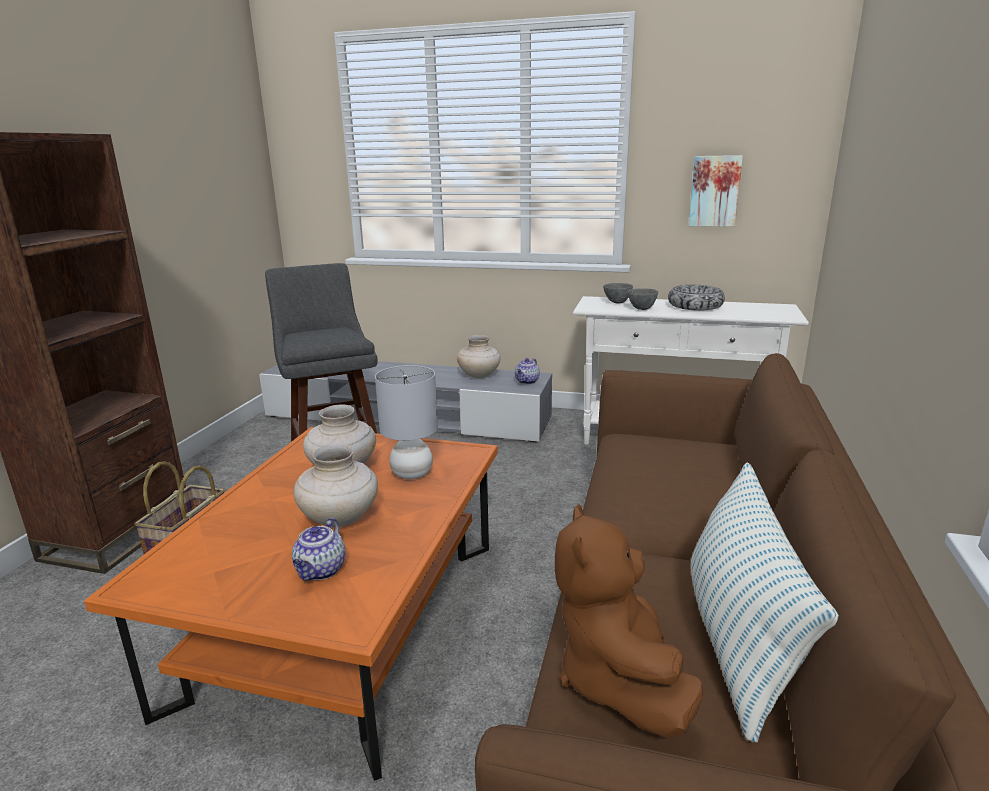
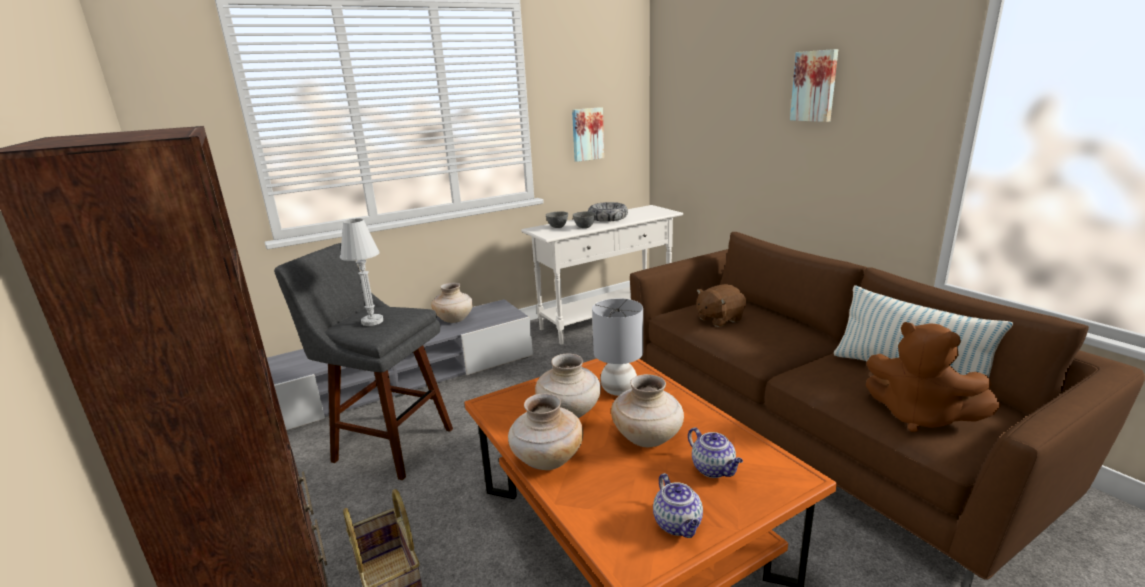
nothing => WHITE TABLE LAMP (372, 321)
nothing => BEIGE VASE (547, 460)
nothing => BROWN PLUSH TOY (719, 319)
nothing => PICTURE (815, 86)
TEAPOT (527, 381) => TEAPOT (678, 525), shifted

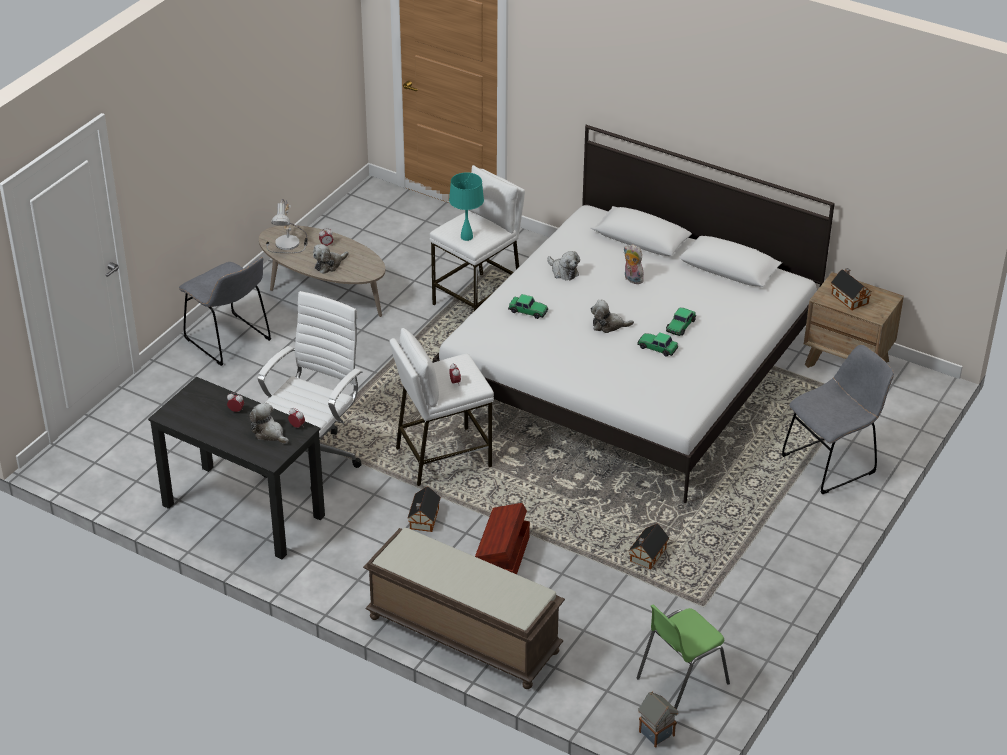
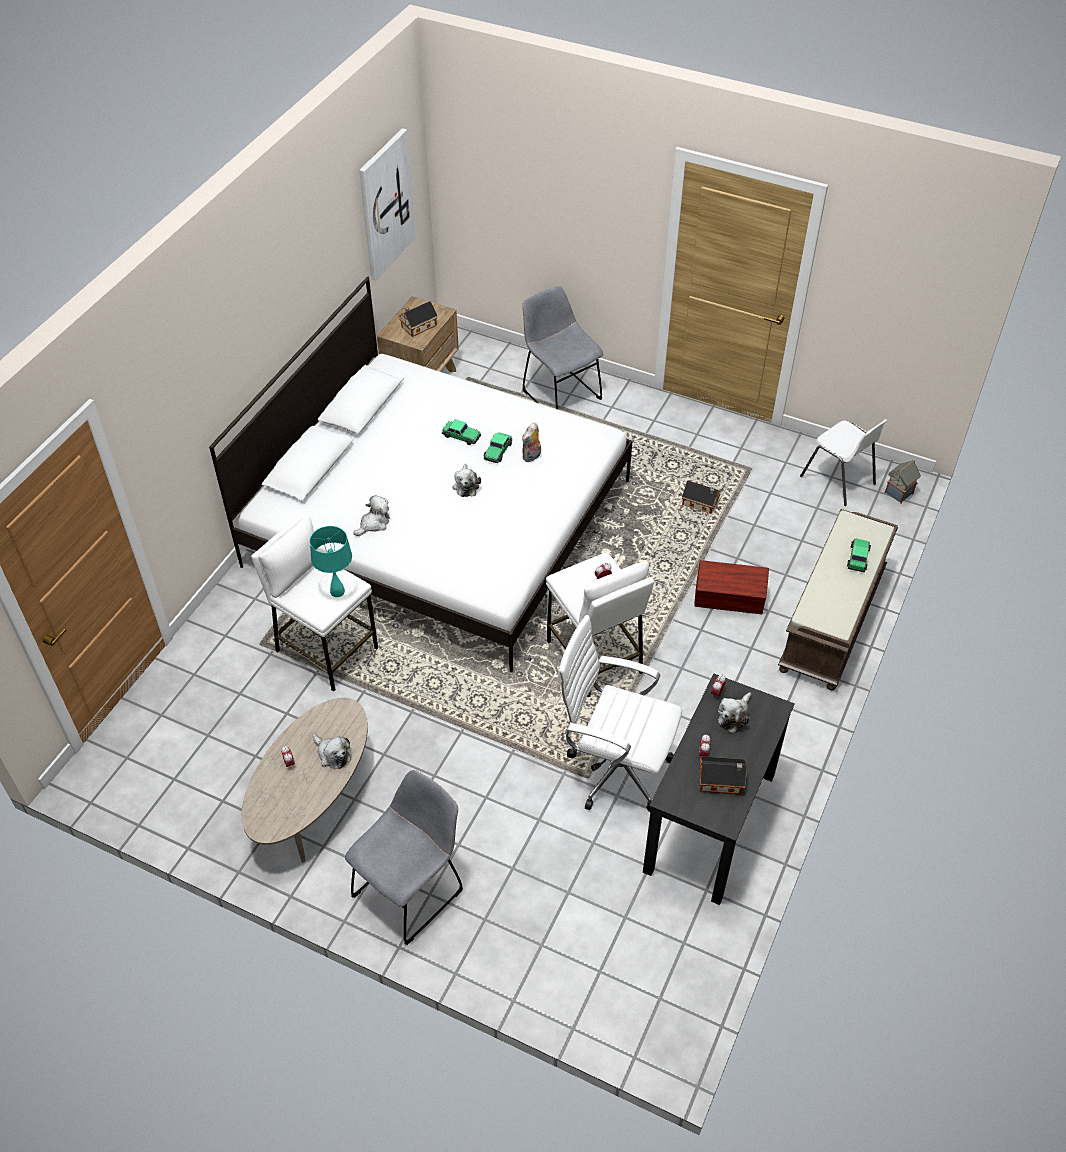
TABLE LAMP (289, 244) => nothing
nothing => PICTURE (385, 204)
TOY HOUSE (423, 520) => TOY HOUSE (722, 781), shifted
TOY CAR (528, 311) => TOY CAR (858, 557), shifted
PLUSH TOY (632, 279) => PLUSH TOY (532, 457), shifted
GREEN CHAIR (681, 680) => WHITE CHAIR (838, 480)

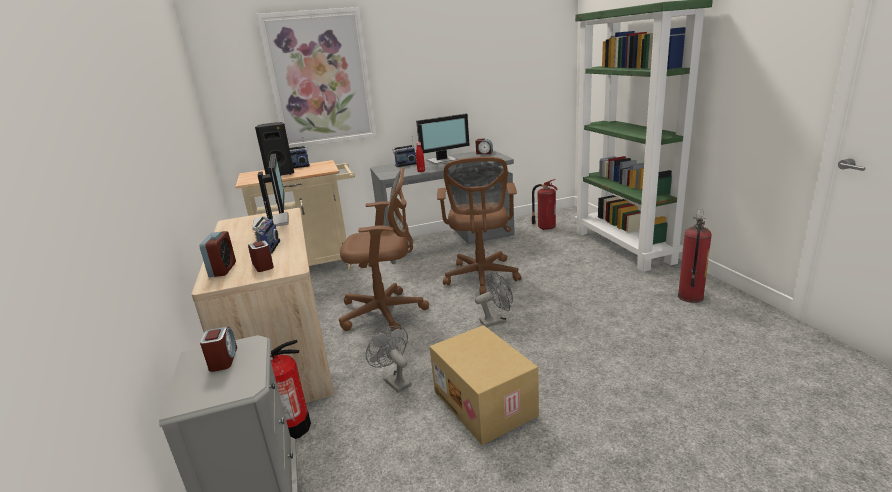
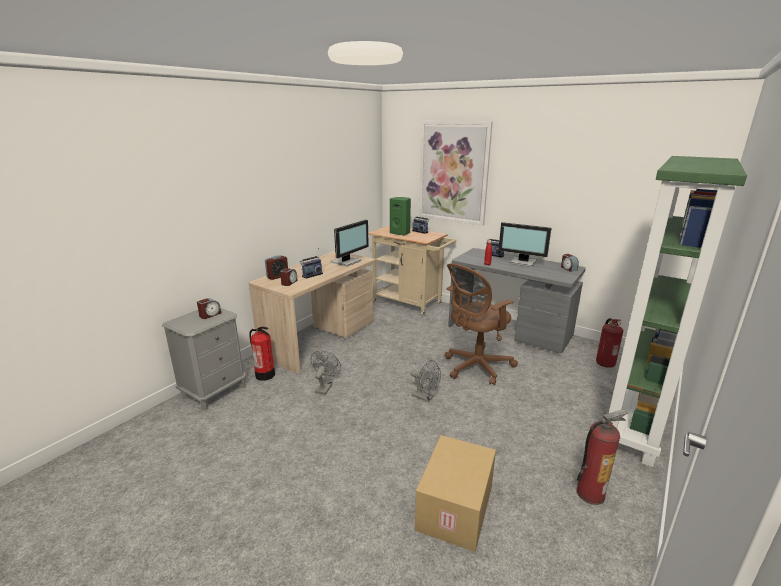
BROWN OFFICE CHAIR (386, 312) => nothing
CARDBOARD BOX (486, 403) => CARDBOARD BOX (456, 509), shifted
BLACK SPEAKER (280, 174) => GREEN SPEAKER (400, 233)

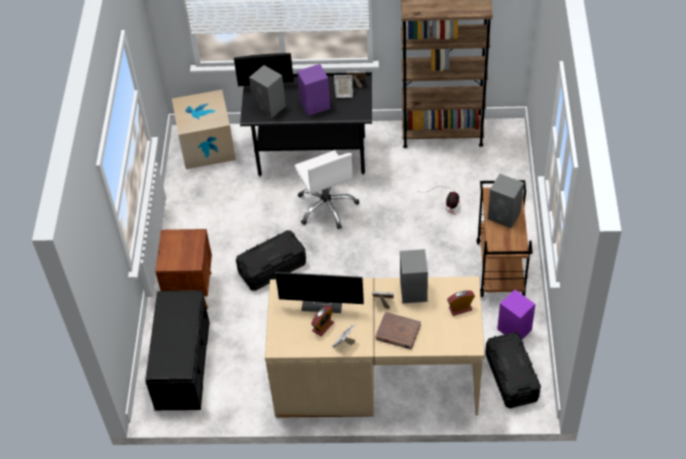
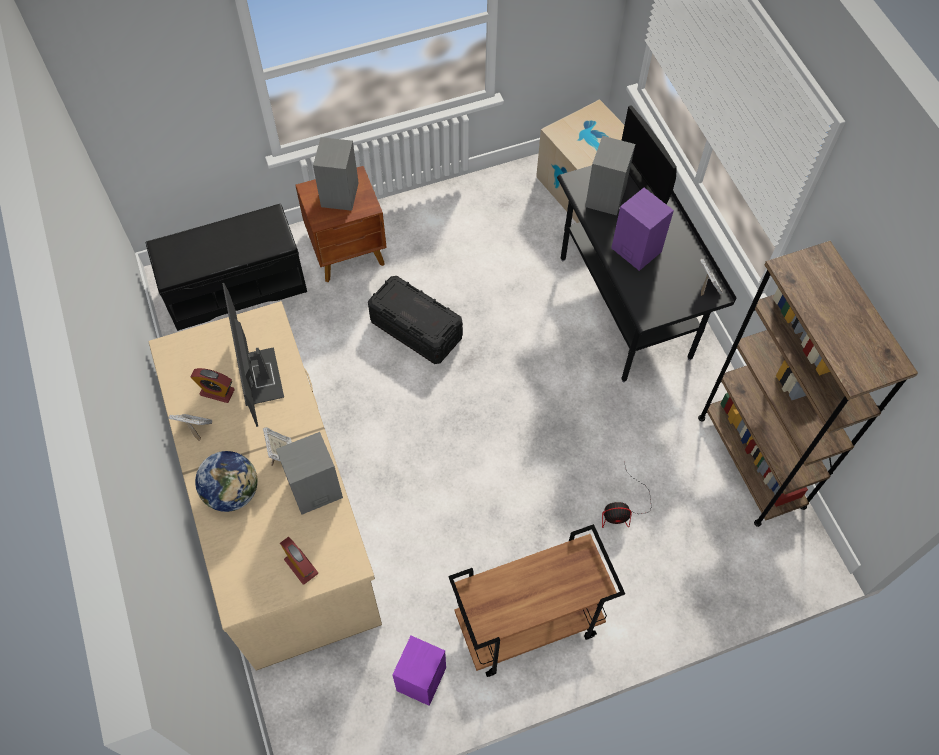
WHITE OFFICE CHAIR (327, 206) => nothing
PICTURE FRAME (343, 94) => nothing
BLACK STORAGE BOX (511, 377) => nothing
GREY SPEAKER (504, 216) => GREY SPEAKER (339, 195), shifted
BROWN BOOK (398, 332) => GLOBE (232, 492)

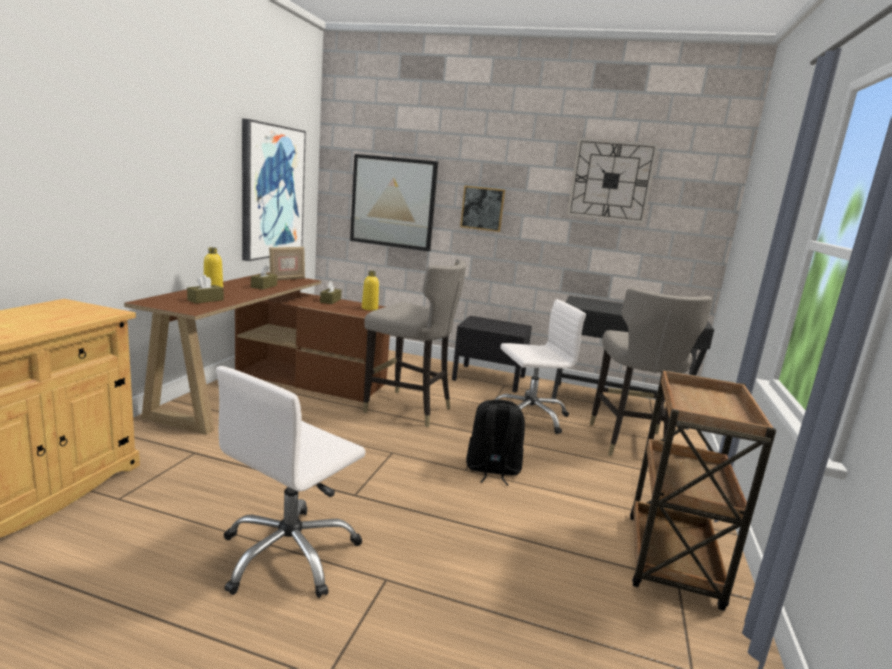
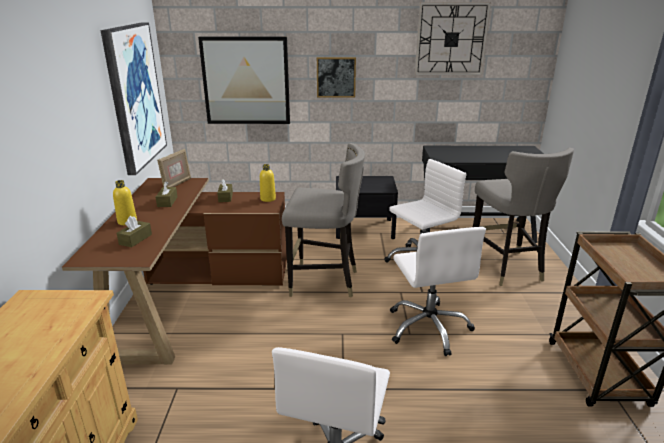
BLACK BACKPACK (492, 470) => WHITE OFFICE CHAIR (429, 327)

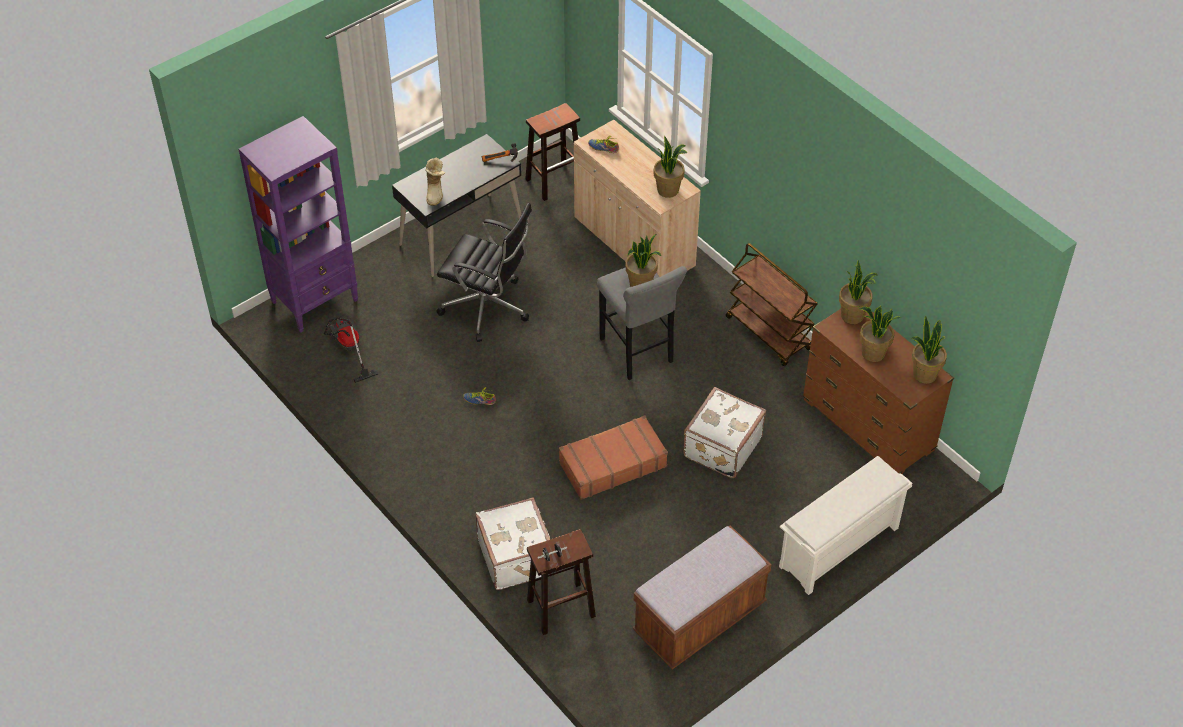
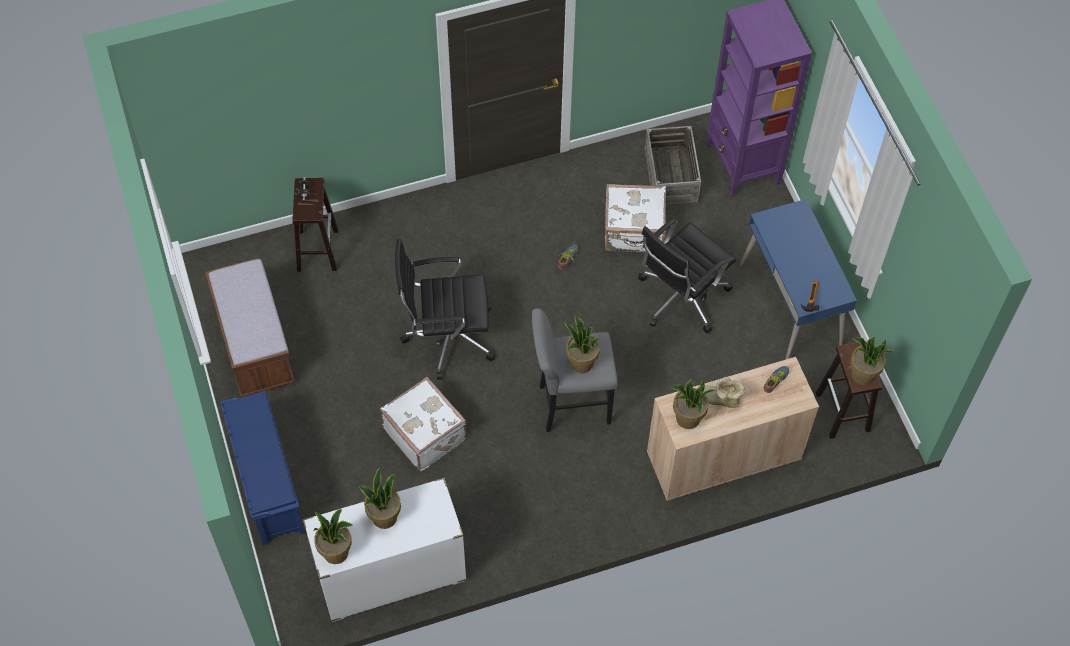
BROWN CART (769, 333) => nothing
BOOT (435, 192) => BOOT (719, 400), shifted
WHITE SUITCASE (517, 556) => WHITE SUITCASE (634, 232), shifted
POTTED PLANT (853, 315) => POTTED PLANT (862, 375), shifted
VACUUM CLEANER (348, 349) => CRATE (671, 175)
BROWN SUITCASE (612, 464) => BLACK OFFICE CHAIR (447, 337)
BLACK DESK (461, 234) => BLUE DESK (790, 304)
WHITE SHOE RACK (838, 548) => BLUE SHOE RACK (267, 484)
BROWN DRESSER (868, 425) => WHITE DRESSER (390, 575)

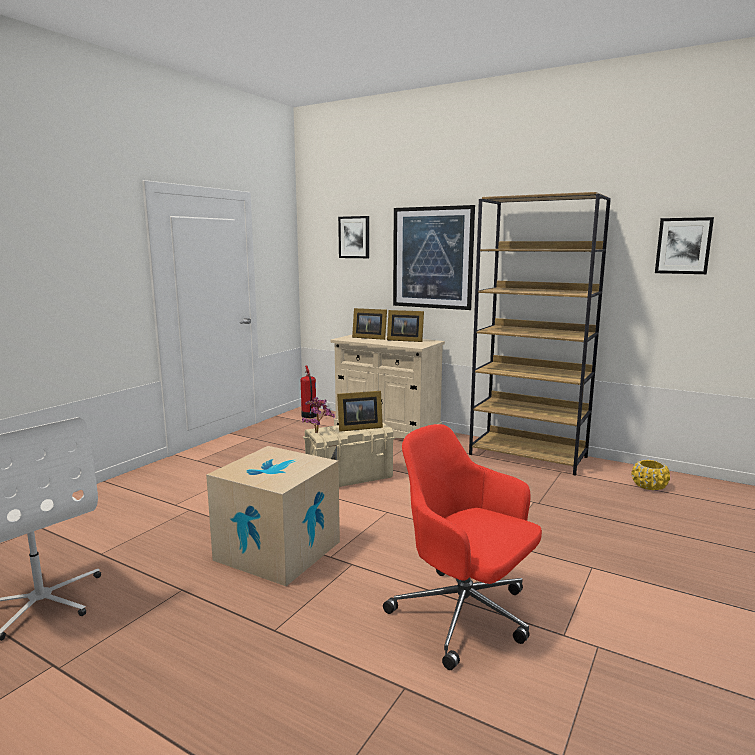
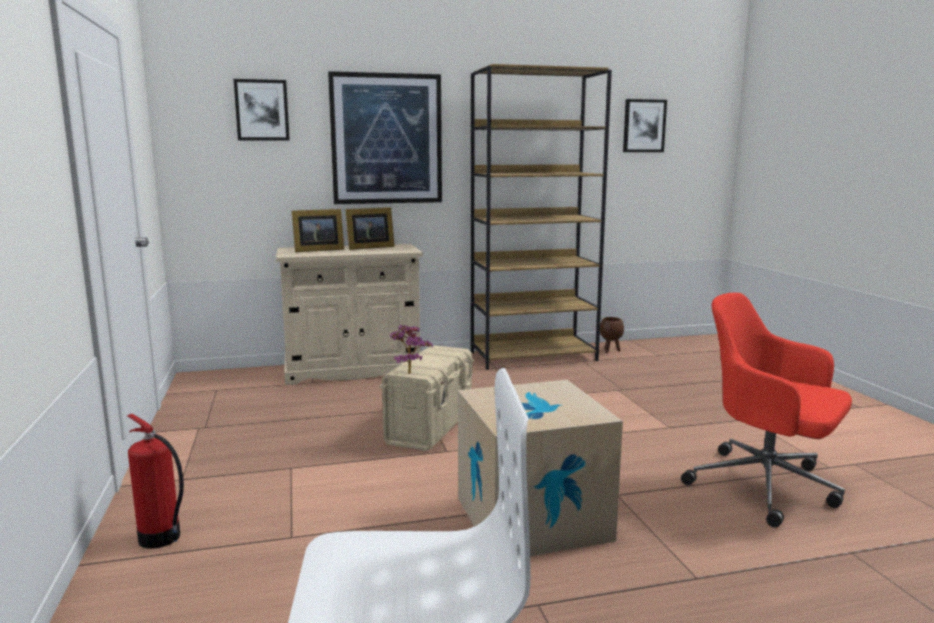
PICTURE FRAME (358, 428) => nothing
YELLOW PLANTER (649, 486) => nothing
nothing => BROWN PLANTER (610, 351)
FIRE EXTINGUISHER (309, 416) => FIRE EXTINGUISHER (161, 539), shifted
RED OFFICE CHAIR (465, 615) => RED OFFICE CHAIR (766, 487), 45 degrees clockwise

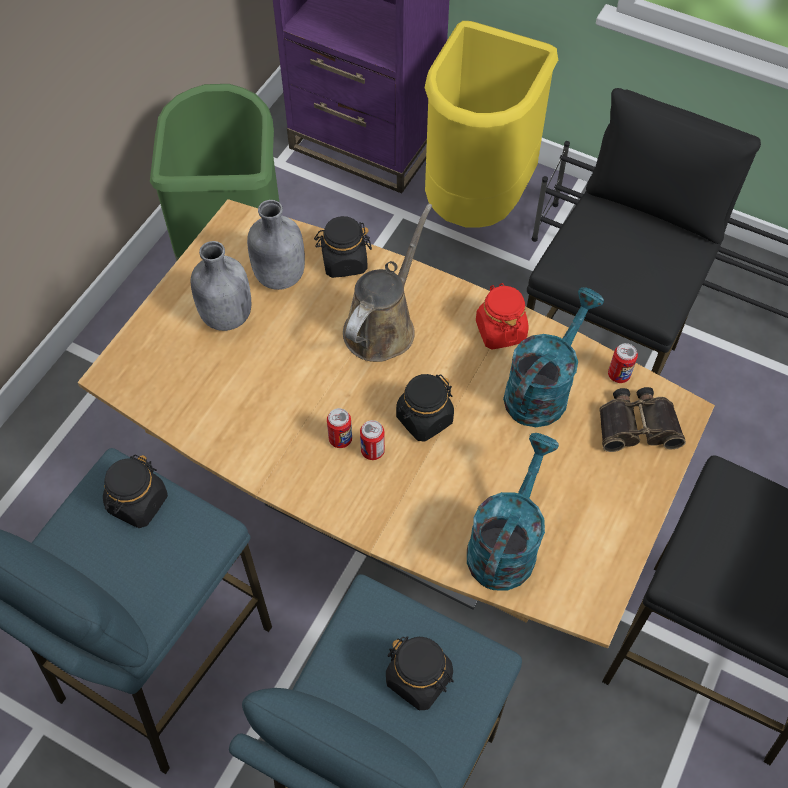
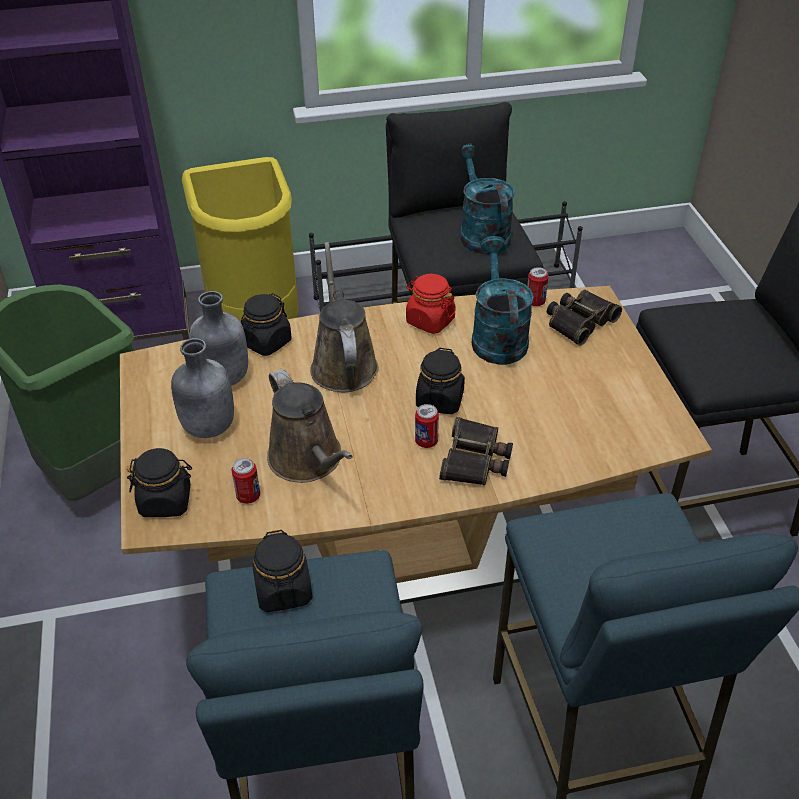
nothing => BROWN WATERING CAN (308, 460)
nothing => BINOCULARS (476, 460)
CAN (340, 439) => CAN (248, 496), shifted
BLACK JAR (419, 678) => BLACK JAR (166, 501), shifted
TURQUOISE WATERING CAN (506, 543) => TURQUOISE WATERING CAN (481, 232), shifted

